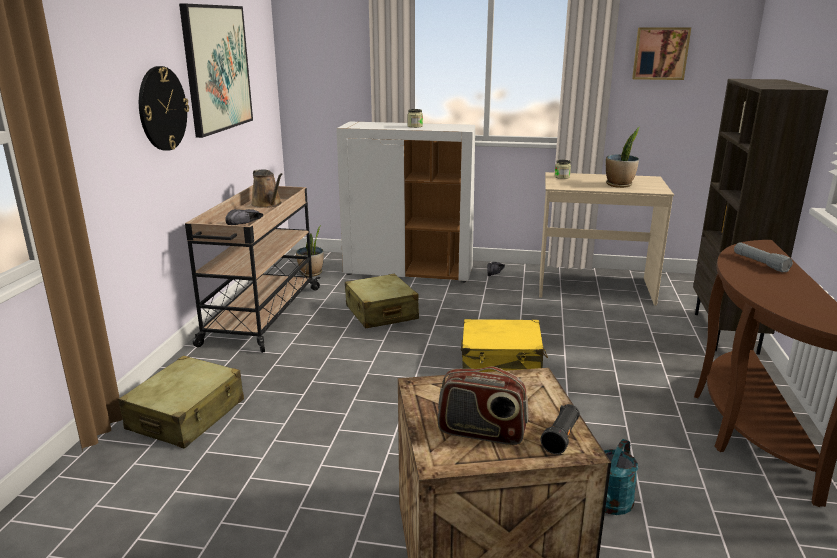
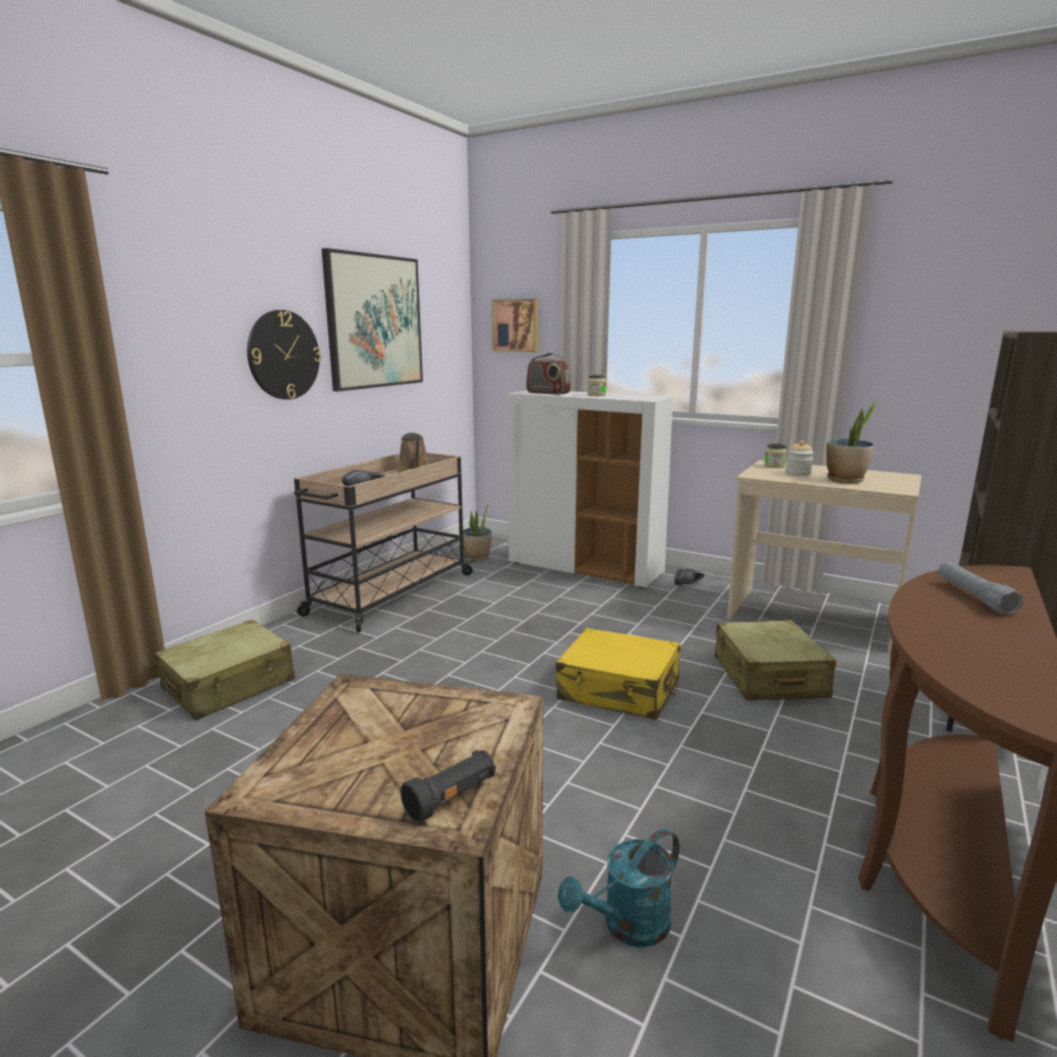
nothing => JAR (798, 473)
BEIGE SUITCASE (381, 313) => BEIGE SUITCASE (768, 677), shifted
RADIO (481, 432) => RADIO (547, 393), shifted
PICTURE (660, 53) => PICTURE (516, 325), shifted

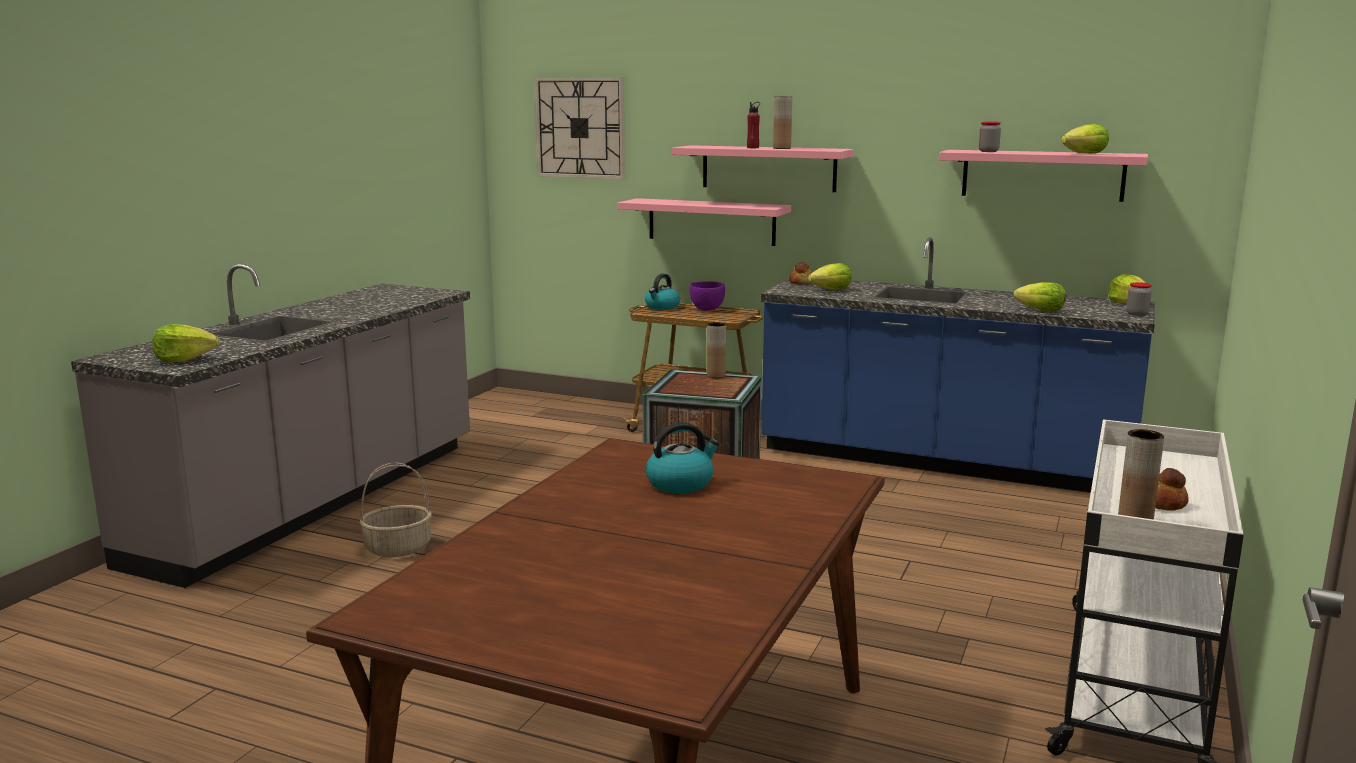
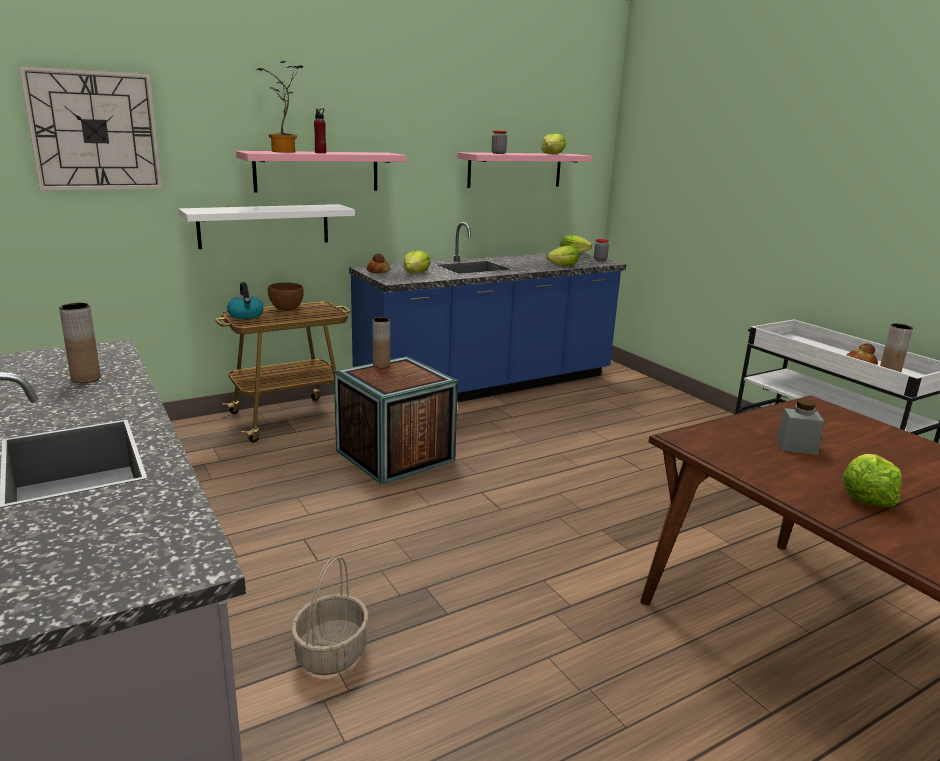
nothing => POTTED PLANT (284, 152)
LETTUCE (184, 359) => LETTUCE (866, 496), shifted
BROWN VASE (781, 148) => BROWN VASE (86, 378), shifted
KETTLE (680, 483) => GREY JAR (796, 447)
PINK SHELF (711, 221) => WHITE SHELF (264, 225)
PURPLE BOWL (707, 309) => BROWN BOWL (286, 309)

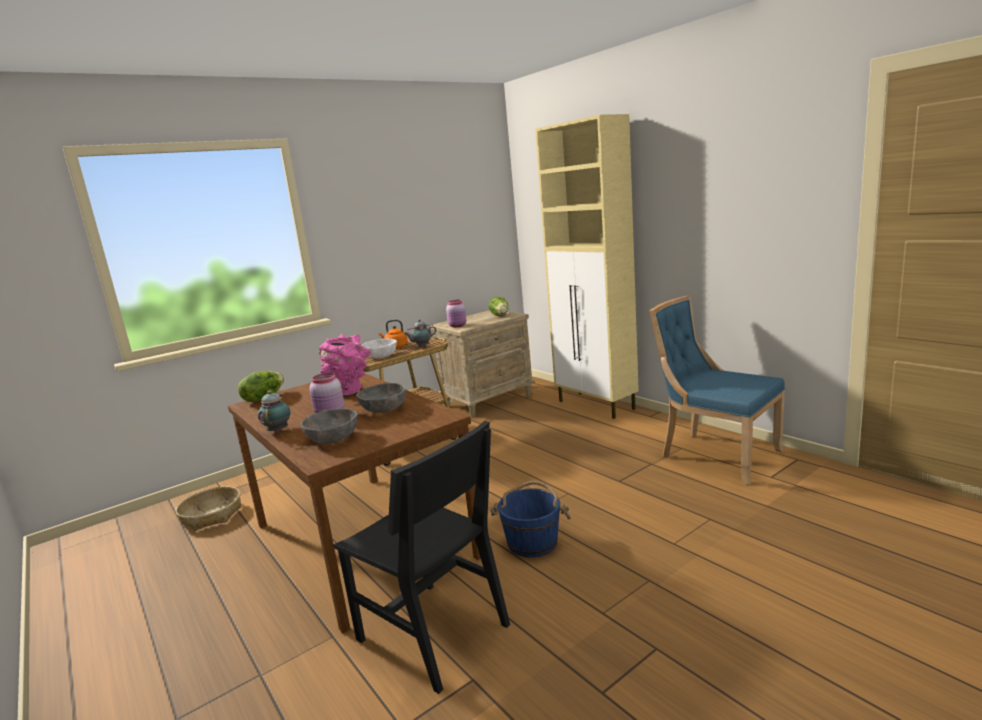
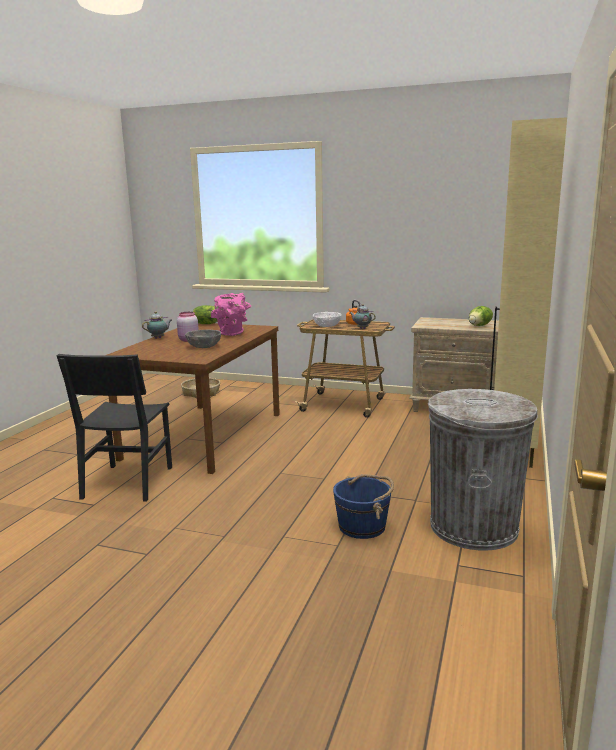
GREY BOWL (332, 439) => nothing
PINK JAR (458, 326) => nothing
BLUE BUCKET (532, 542) => BLUE BUCKET (363, 526), shifted
BLUE CHAIR (715, 454) => GREY TRASH CAN (474, 527)

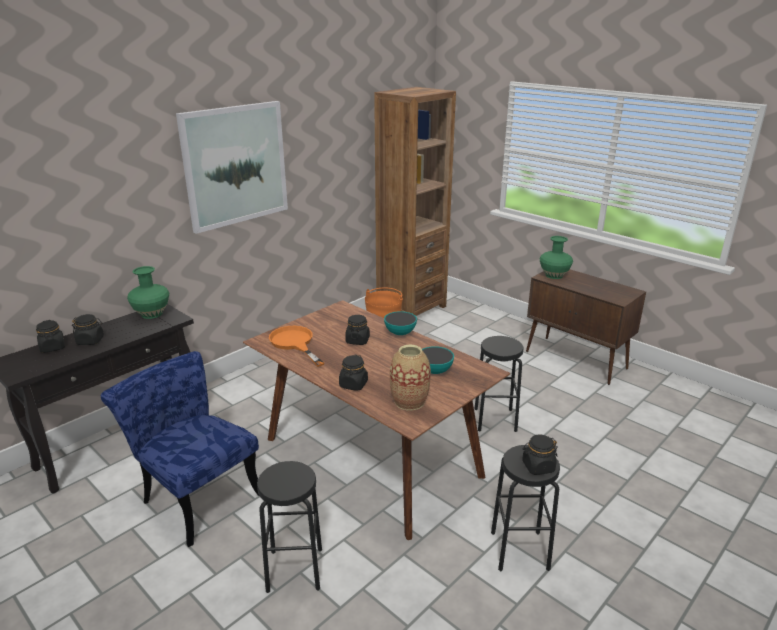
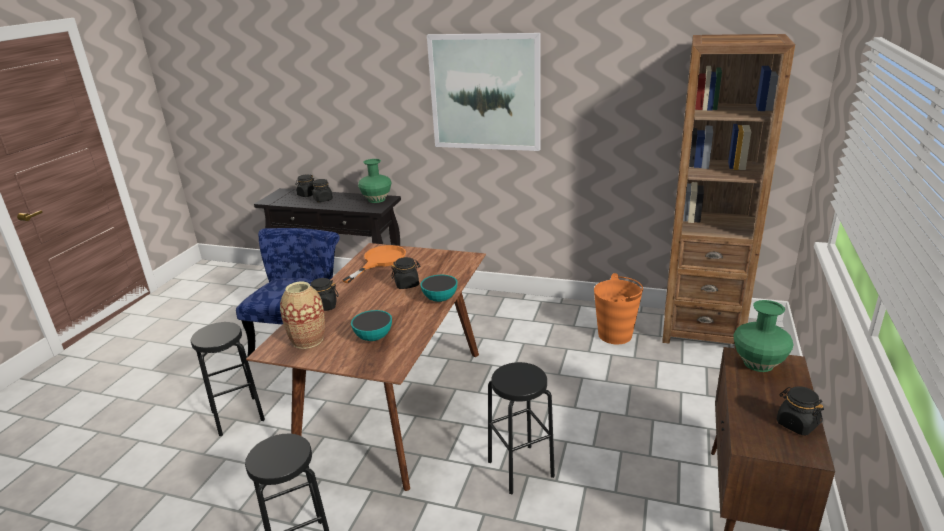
BLACK JAR (538, 466) => BLACK JAR (796, 424), shifted

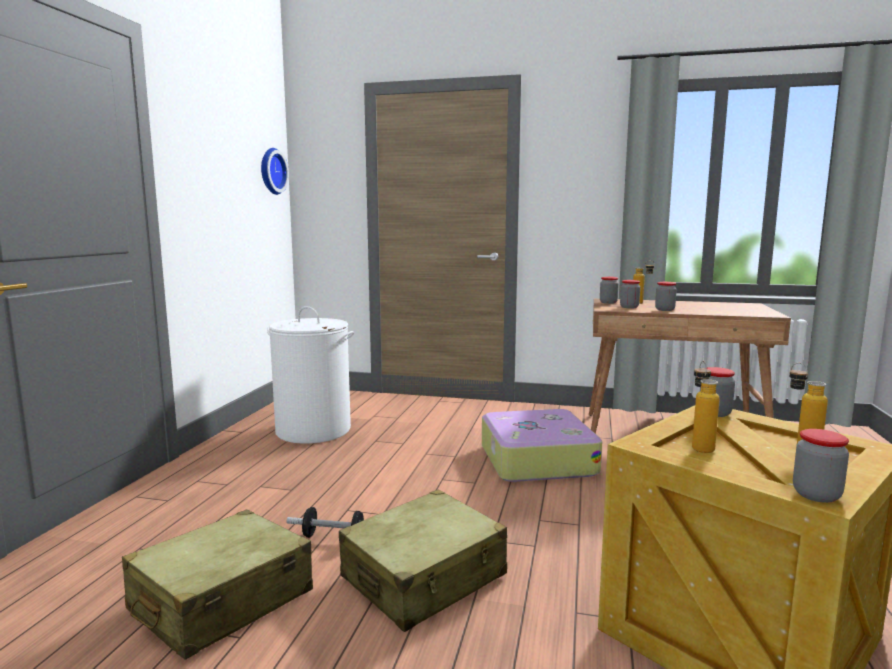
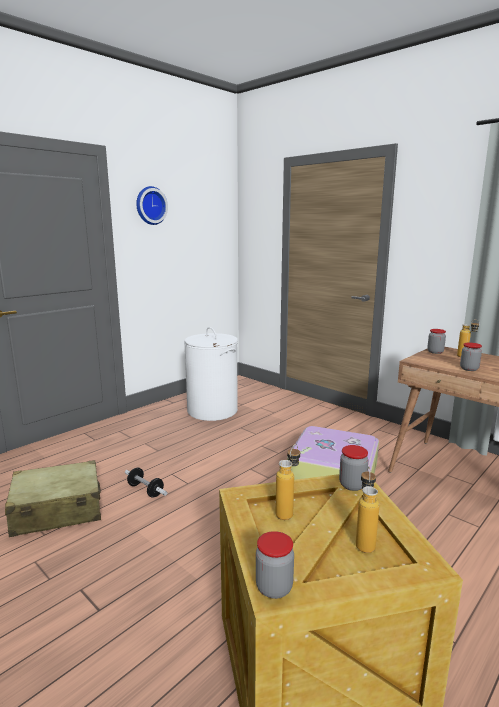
BEIGE SUITCASE (424, 577) => nothing
JAR (629, 307) => nothing
WALL CLOCK (271, 171) => WALL CLOCK (150, 205), shifted

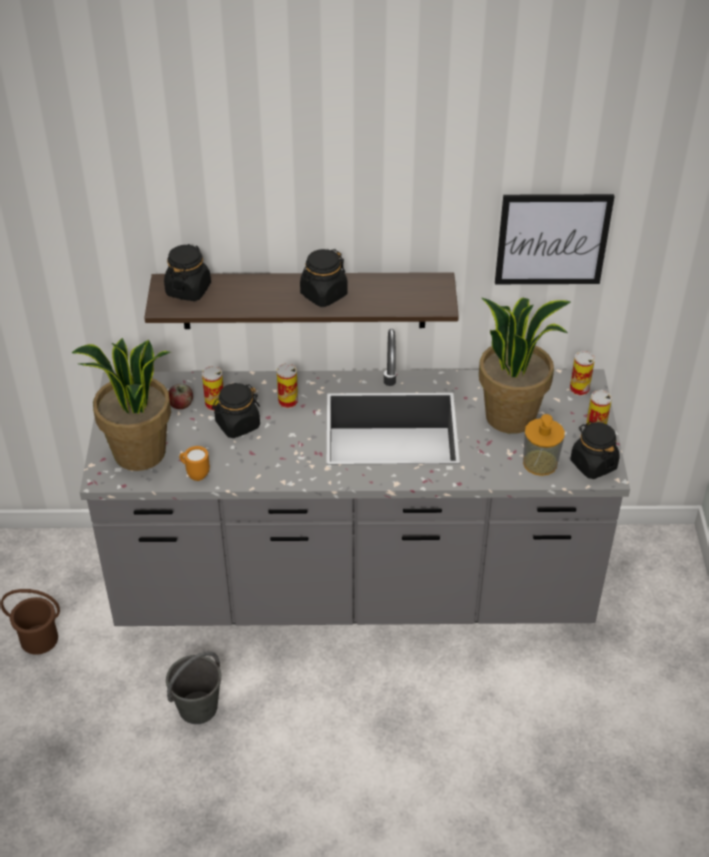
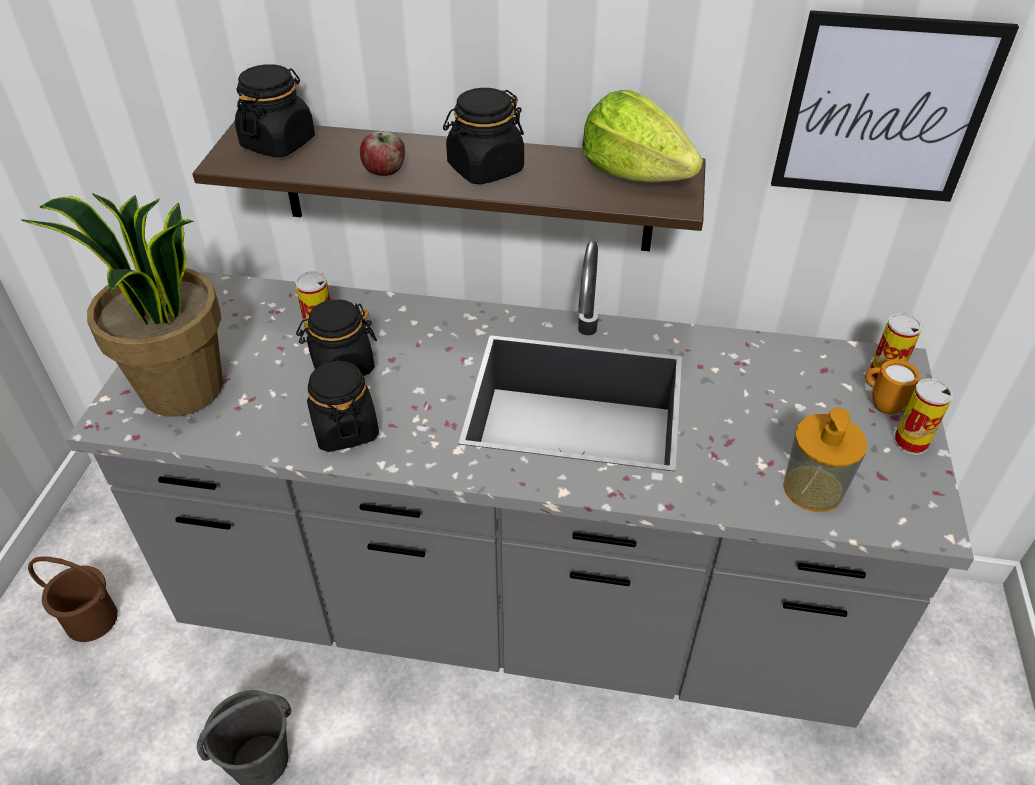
CAN (288, 402) => nothing
POTTED PLANT (511, 415) => nothing
nothing => LETTUCE (635, 174)
APPLE (181, 405) => APPLE (385, 172), shifted
ORANGE MUG (195, 474) => ORANGE MUG (881, 404), shifted
BLACK JAR (593, 464) => BLACK JAR (345, 429), shifted

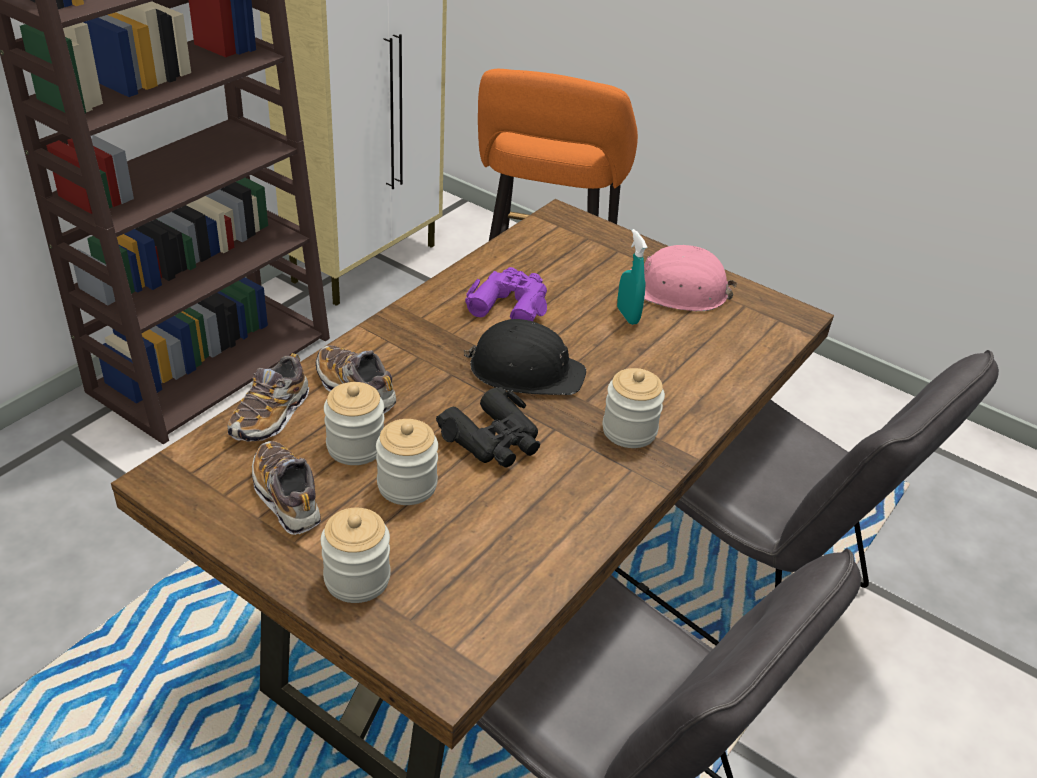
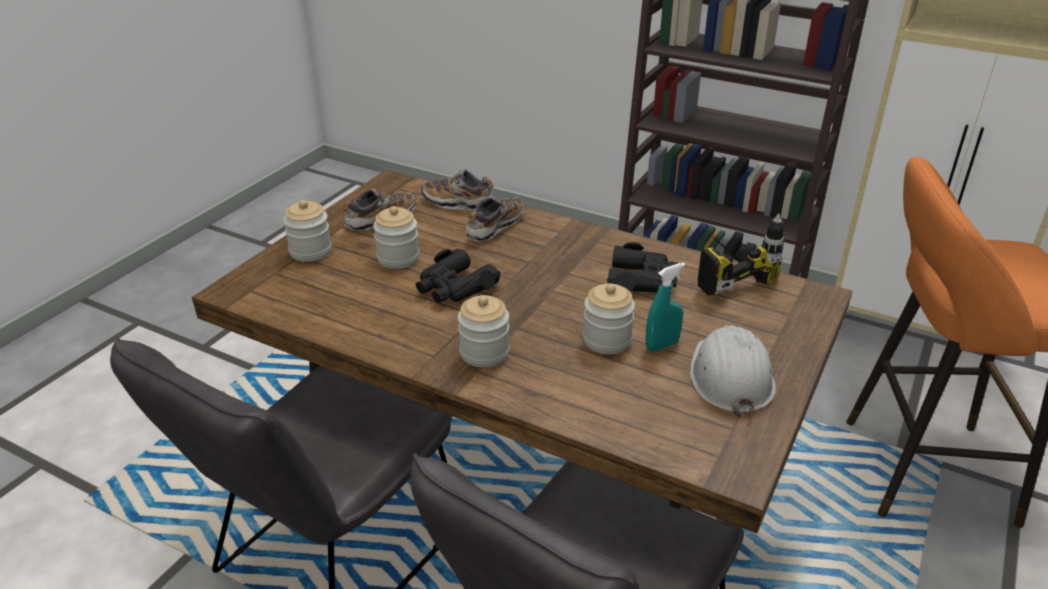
BLACK HARD HAT (525, 370) => nothing
nothing => POWER DRILL (723, 272)
JAR (355, 447) => JAR (607, 340), shifted
PURPLE BINOCULARS (510, 303) => BLACK BINOCULARS (642, 279)
PINK HARD HAT (677, 290) => WHITE HARD HAT (729, 377)

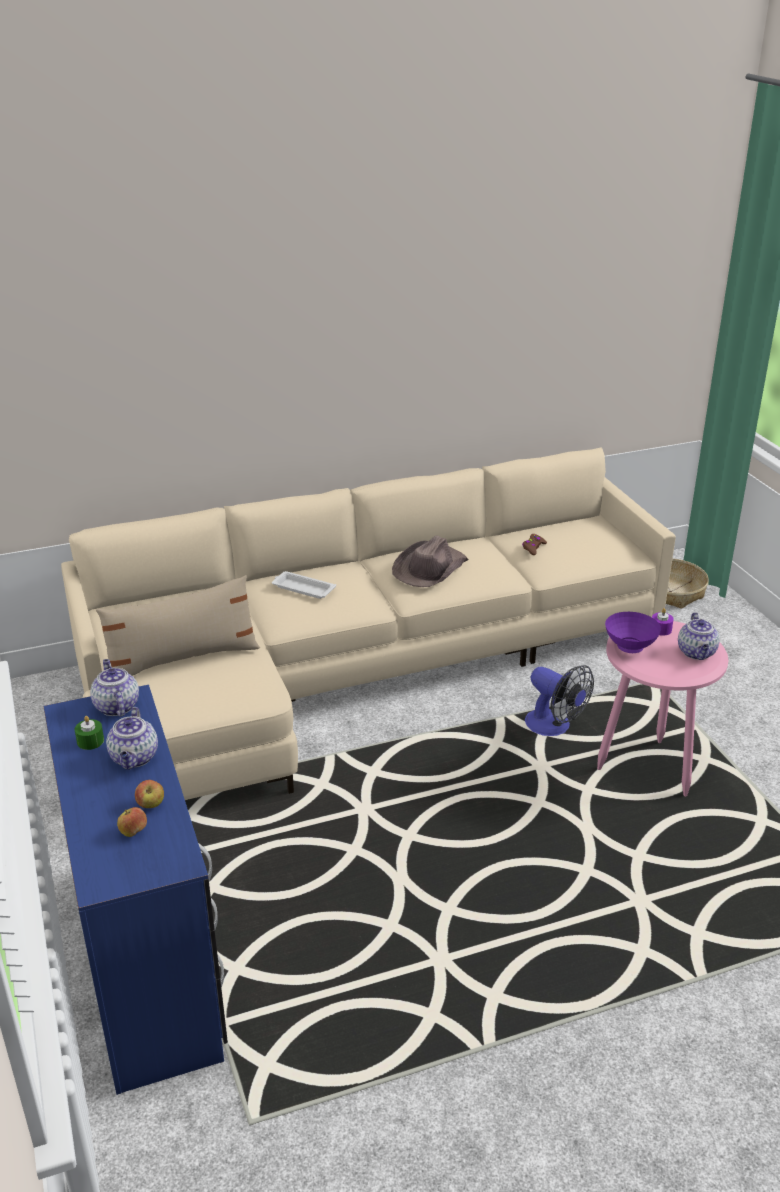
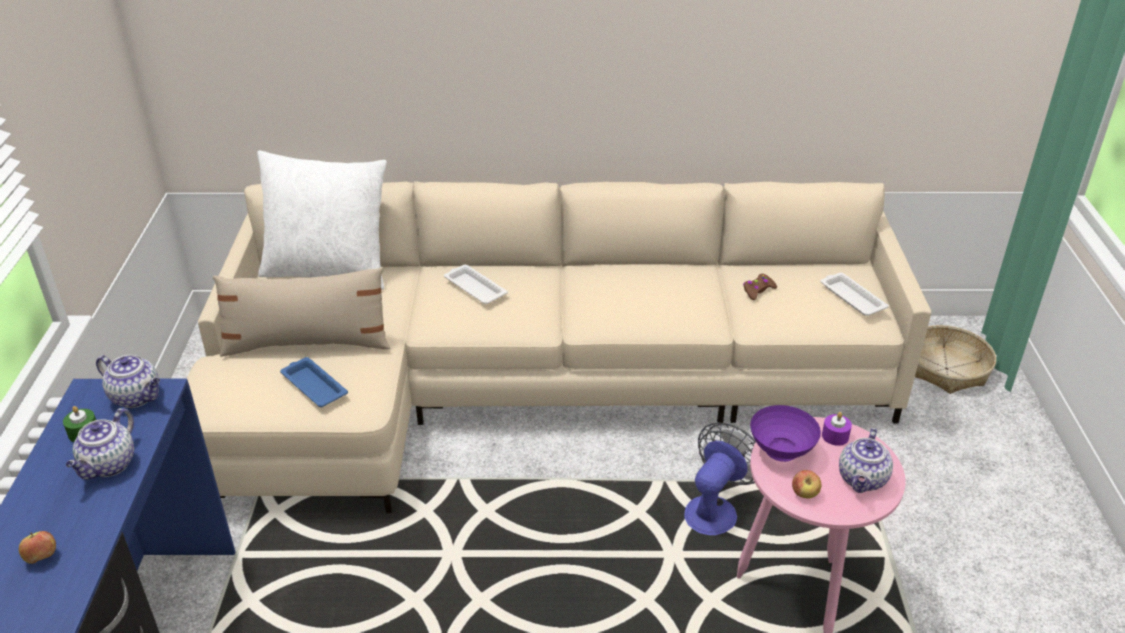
BROWN HAT (429, 568) => nothing
nothing => WHITE PILLOW (329, 271)
nothing => BLUE TRAY (313, 386)
nothing => WHITE TRAY (851, 297)
APPLE (151, 804) => APPLE (804, 494), shifted
TEAPOT (116, 706) => TEAPOT (137, 397), 120 degrees clockwise
FAN (554, 727) => FAN (715, 509), 120 degrees counterclockwise

